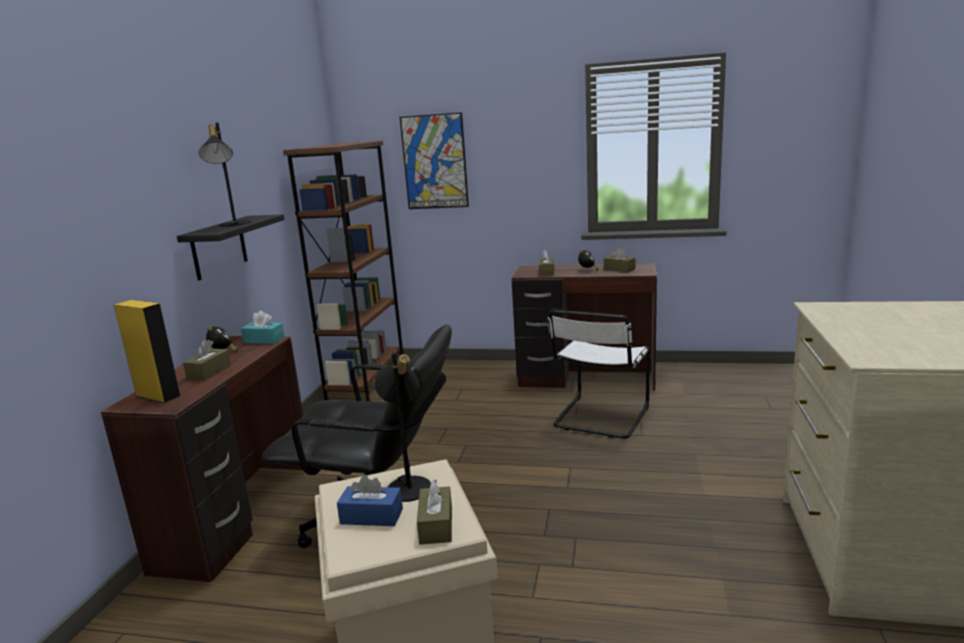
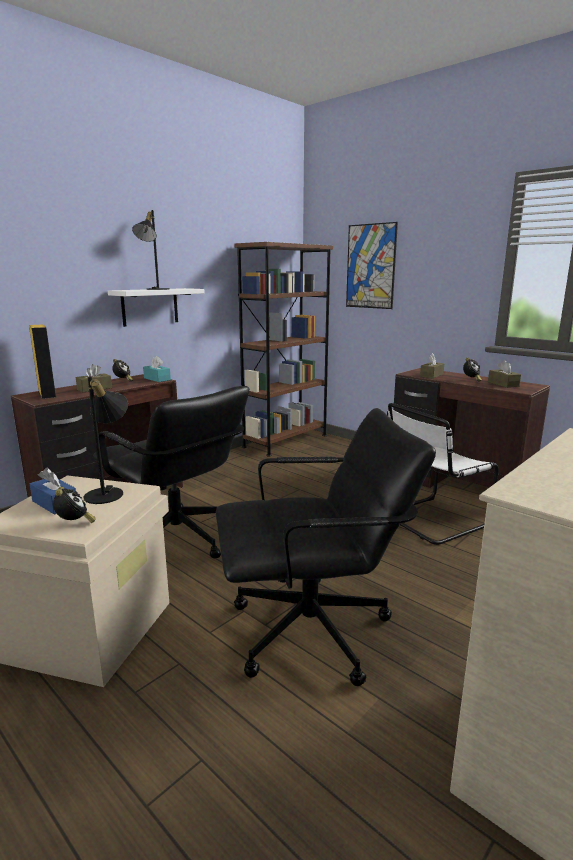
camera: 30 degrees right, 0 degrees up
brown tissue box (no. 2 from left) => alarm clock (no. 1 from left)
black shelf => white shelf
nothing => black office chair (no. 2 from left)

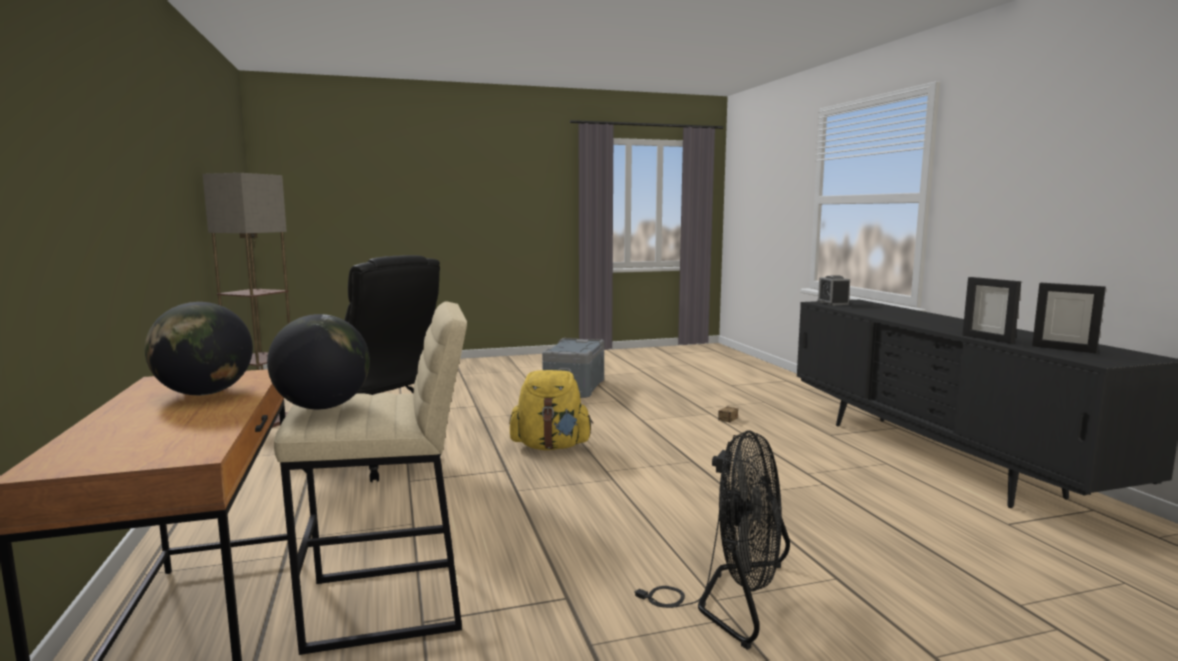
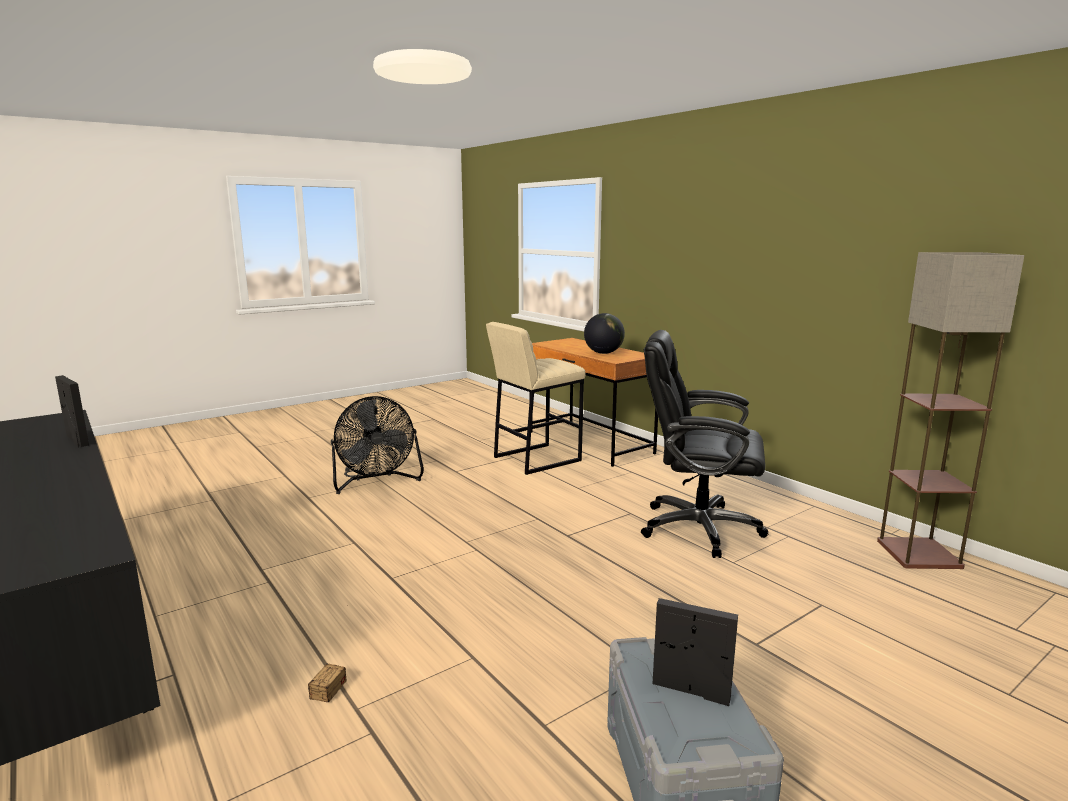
camera: 160 degrees right, 5 degrees up
black fan, 120 degrees counterclockwise
picture frame (no. 2 from left), relocated
globe (no. 2 from left) => nothing
yellow backpack => nothing
alarm clock => nothing

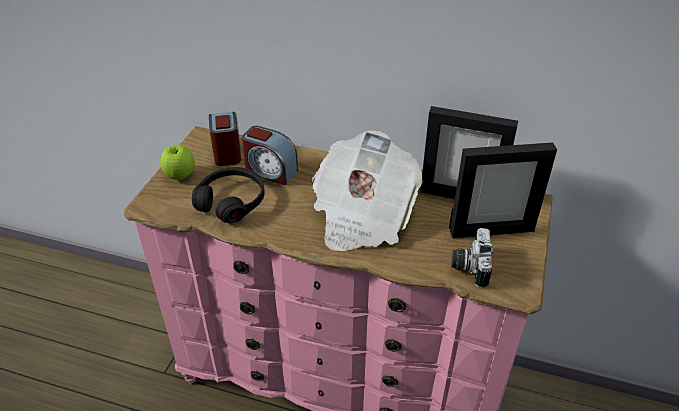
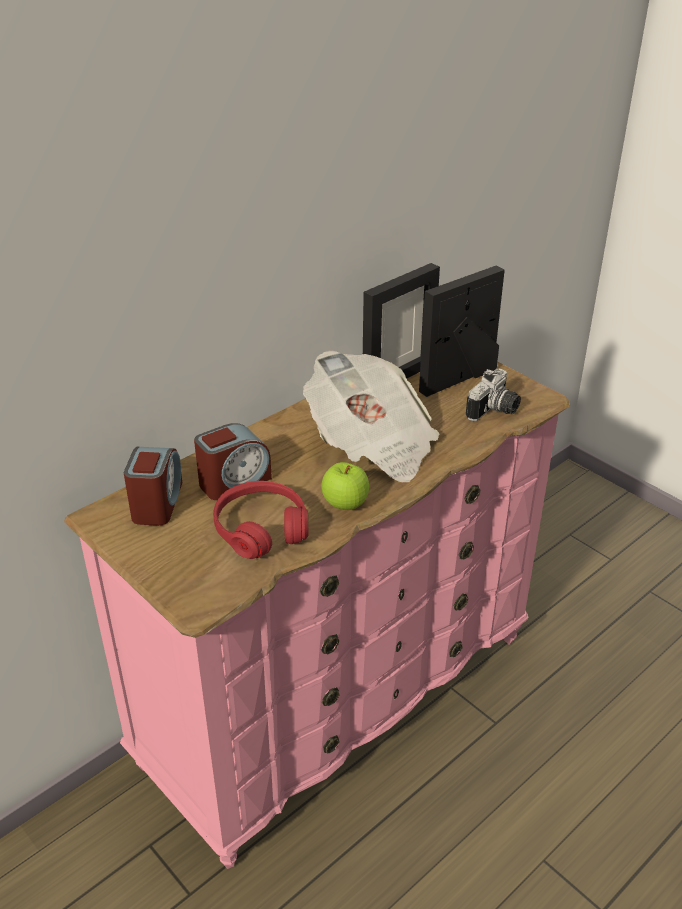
camera: 60 degrees left, 5 degrees down
alarm clock (no. 1 from left), 75 degrees clockwise
black headphones => red headphones
apple, relocated
picture frame (no. 2 from left), 150 degrees counterclockwise
photo camera, 90 degrees counterclockwise

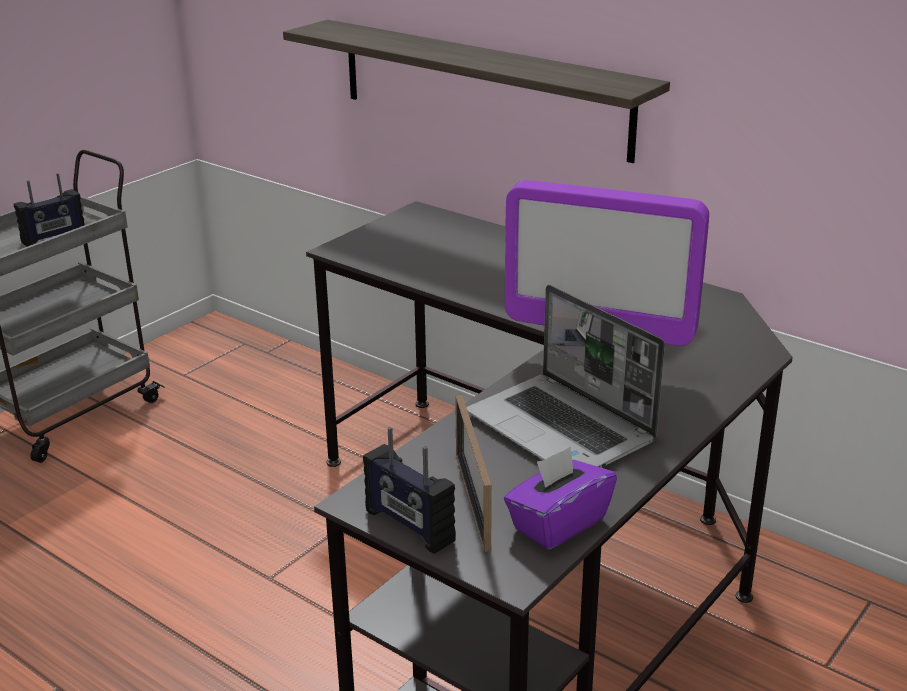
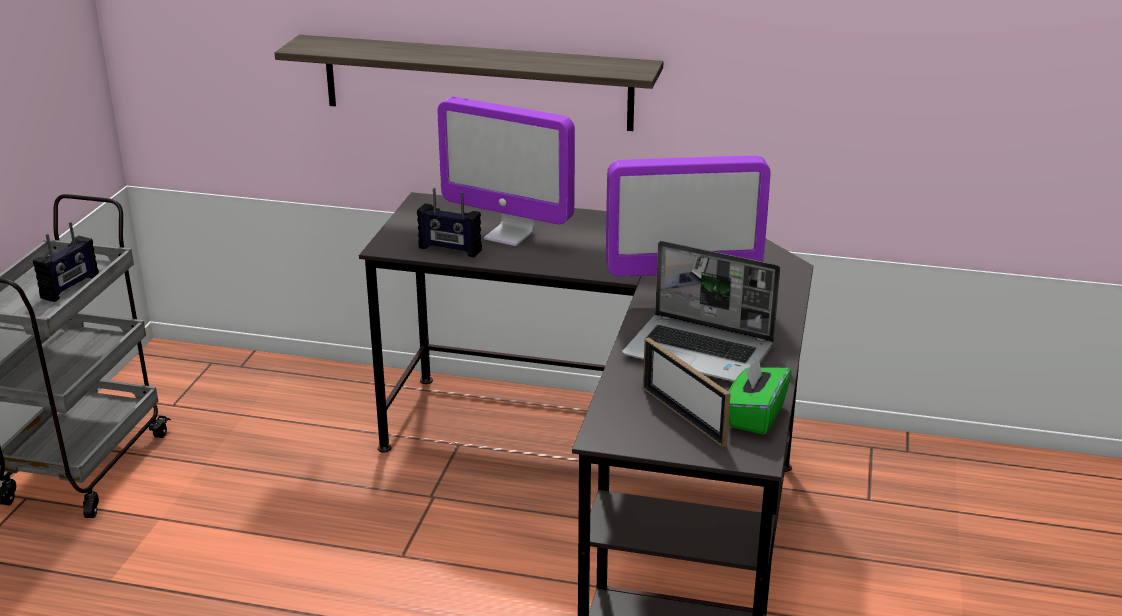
camera: 25 degrees left, 0 degrees up
radio (no. 2 from left), relocated
nothing => monitor (no. 1 from left)
purple tissue box => green tissue box

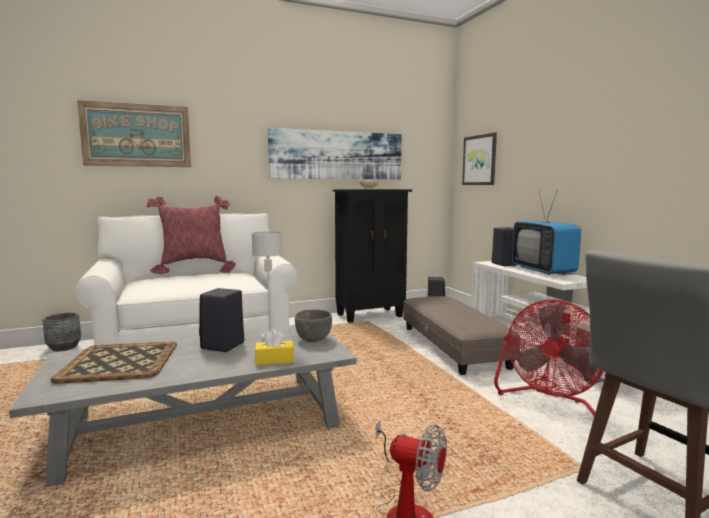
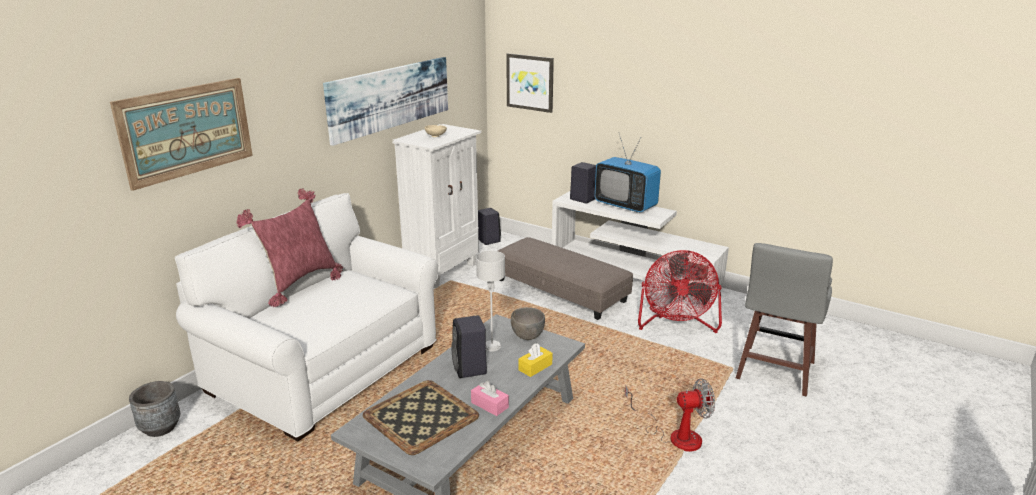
camera: 35 degrees left, 15 degrees up
black cabinet => white cabinet
nothing => pink tissue box

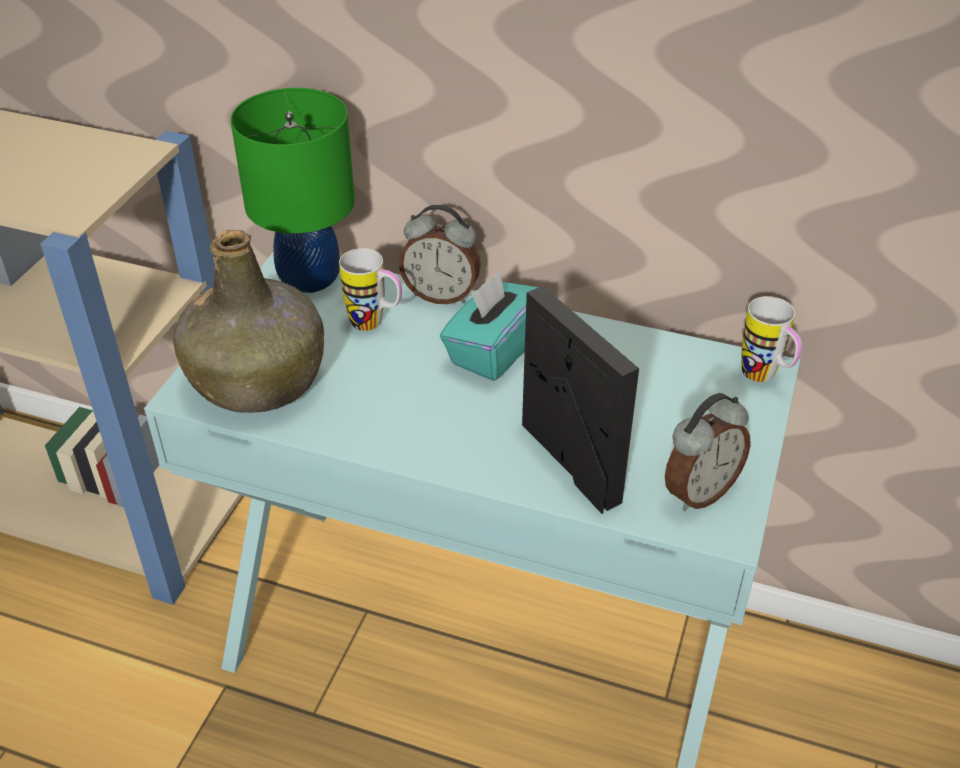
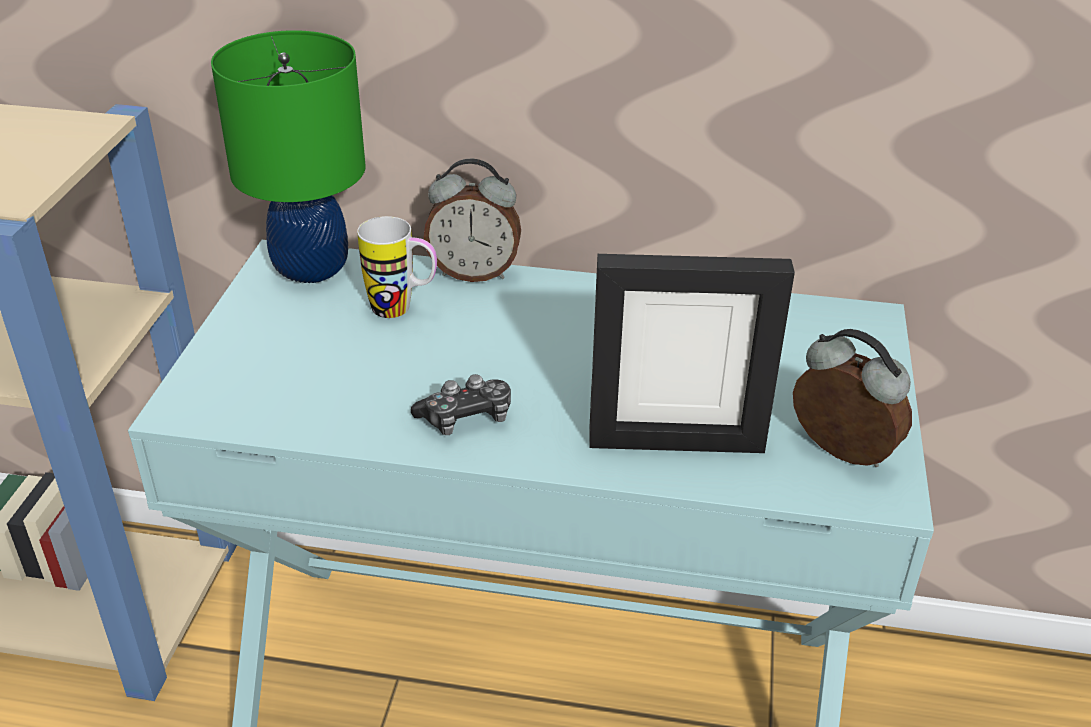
camera: 10 degrees left, 5 degrees down
nothing => game controller
picture frame, 135 degrees clockwise
alarm clock (no. 2 from left), 90 degrees counterclockwise
green bottle => nothing
turquoise tissue box => nothing
mug (no. 2 from left) => nothing

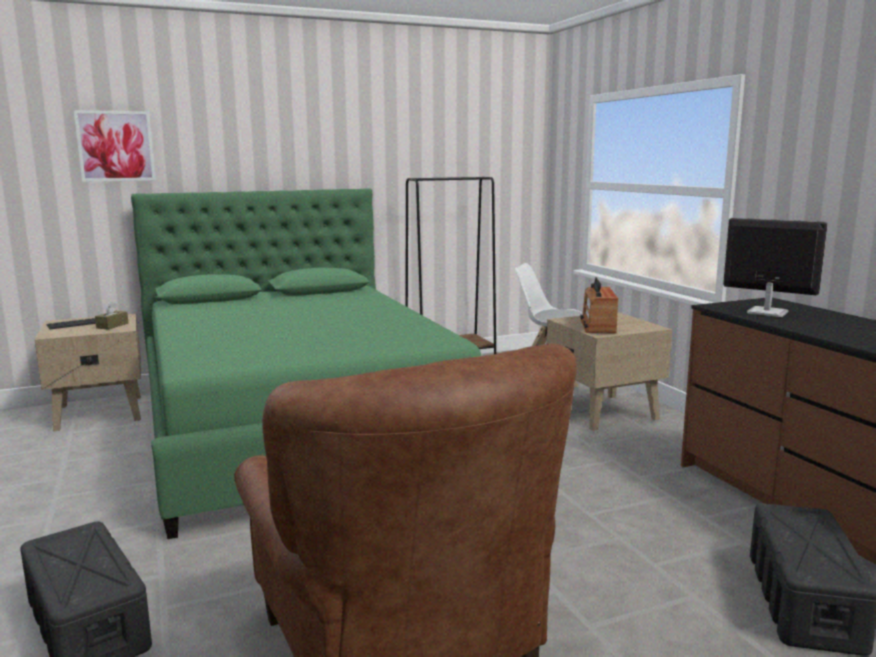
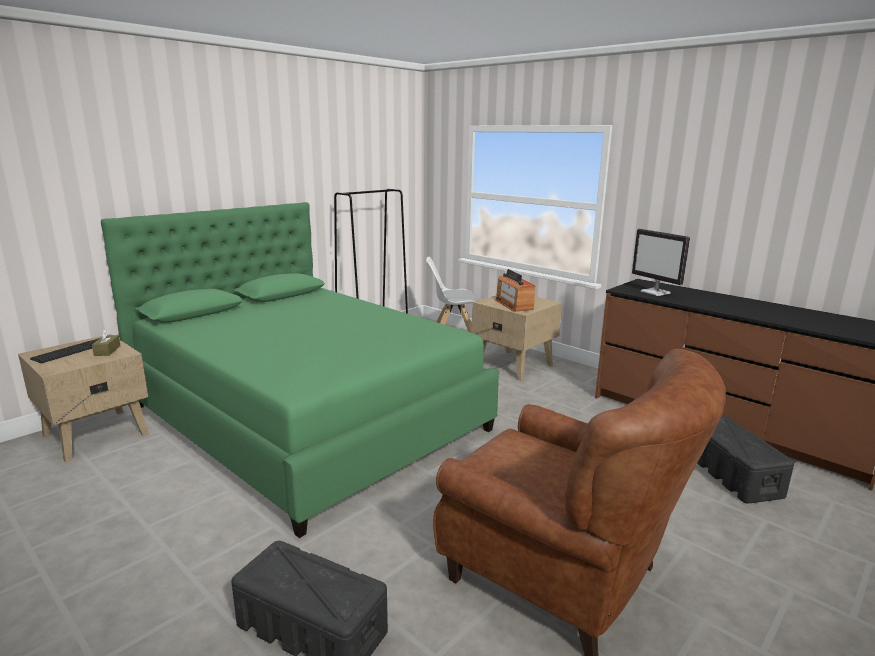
camera: 25 degrees left, 5 degrees up
monitor, 135 degrees counterclockwise
picture => nothing

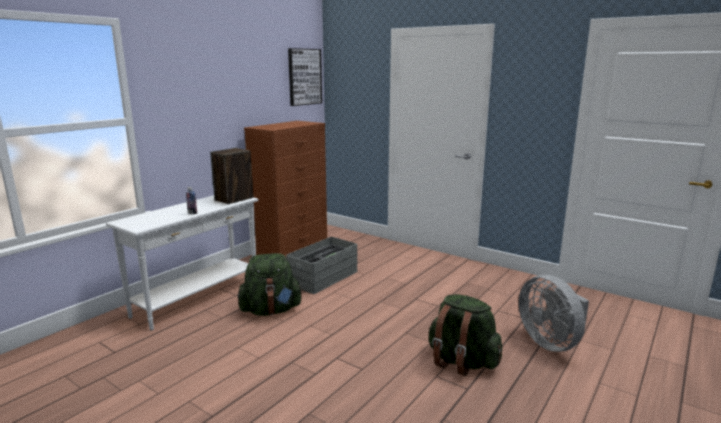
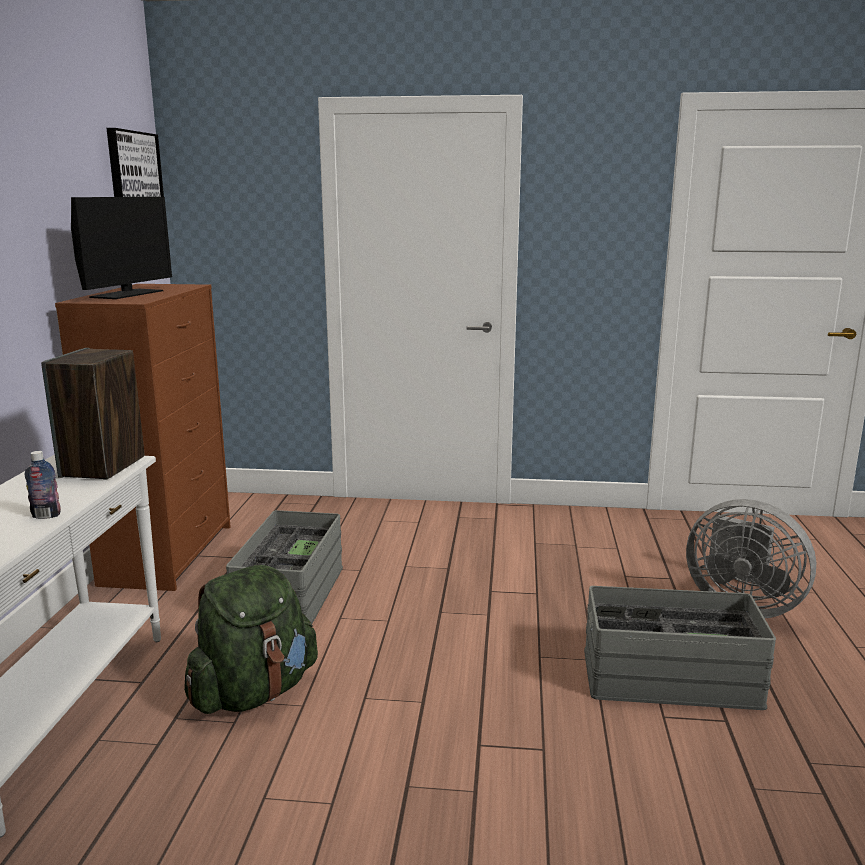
camera: 30 degrees left, 0 degrees up
nothing => monitor
green backpack (no. 2 from left) => grey storage box (no. 2 from left)

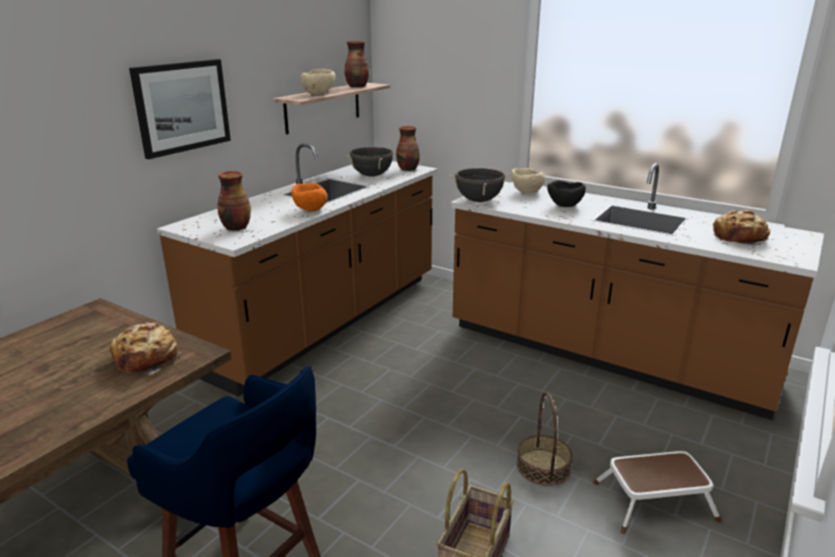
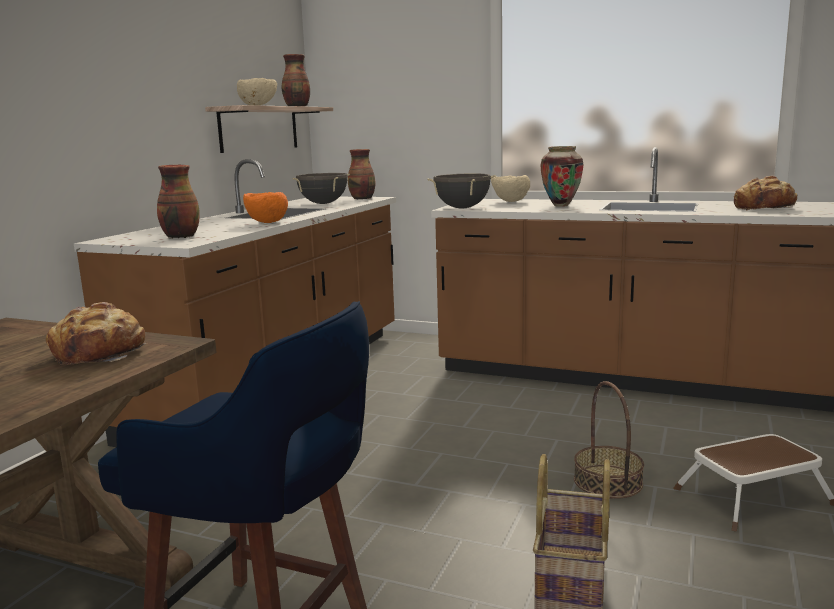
camera: 10 degrees left, 10 degrees down
black bowl => vase (no. 4 from left)
picture => nothing

